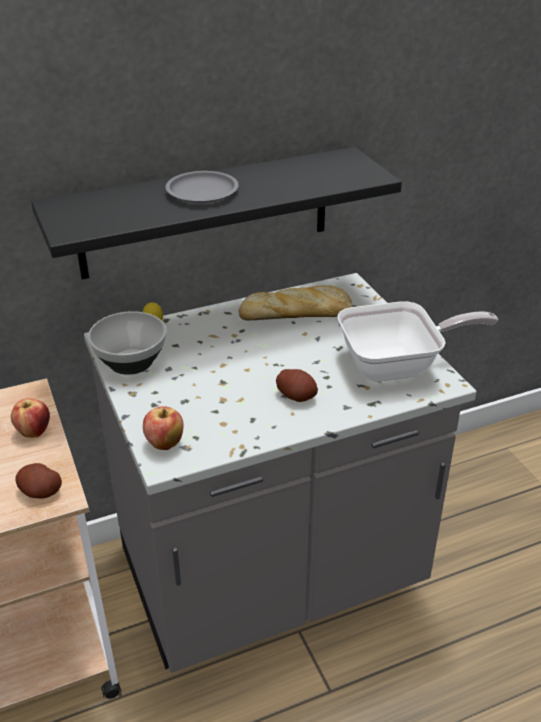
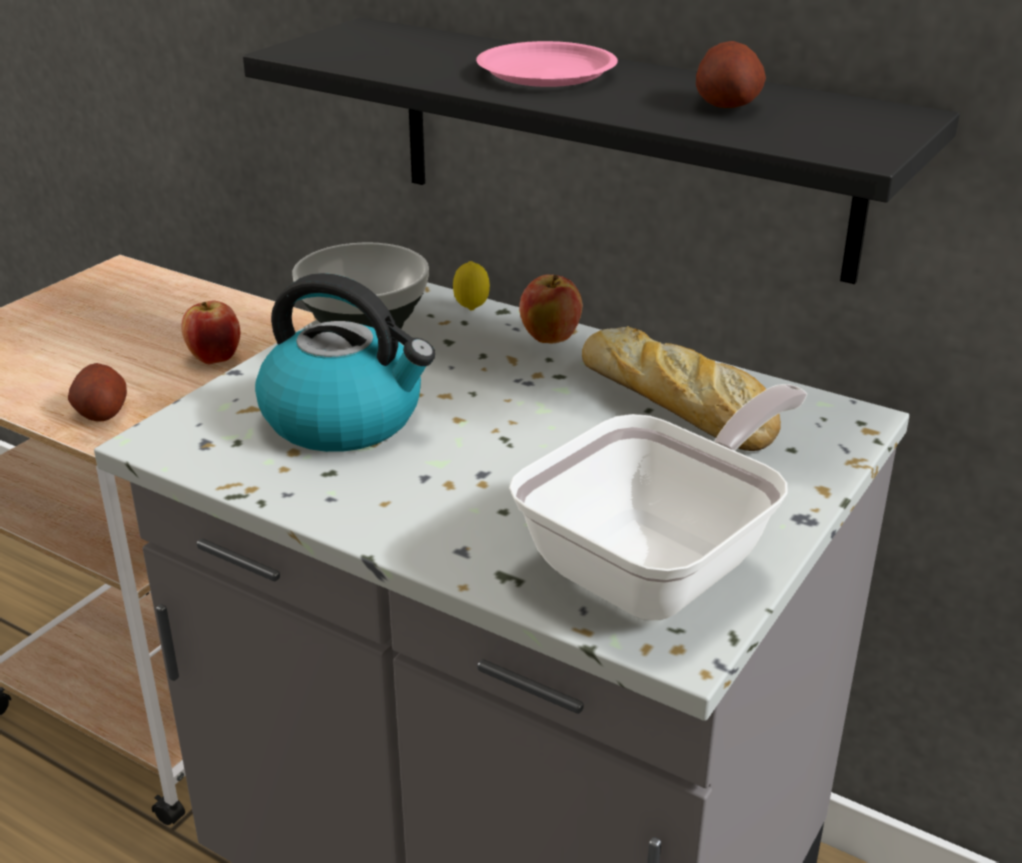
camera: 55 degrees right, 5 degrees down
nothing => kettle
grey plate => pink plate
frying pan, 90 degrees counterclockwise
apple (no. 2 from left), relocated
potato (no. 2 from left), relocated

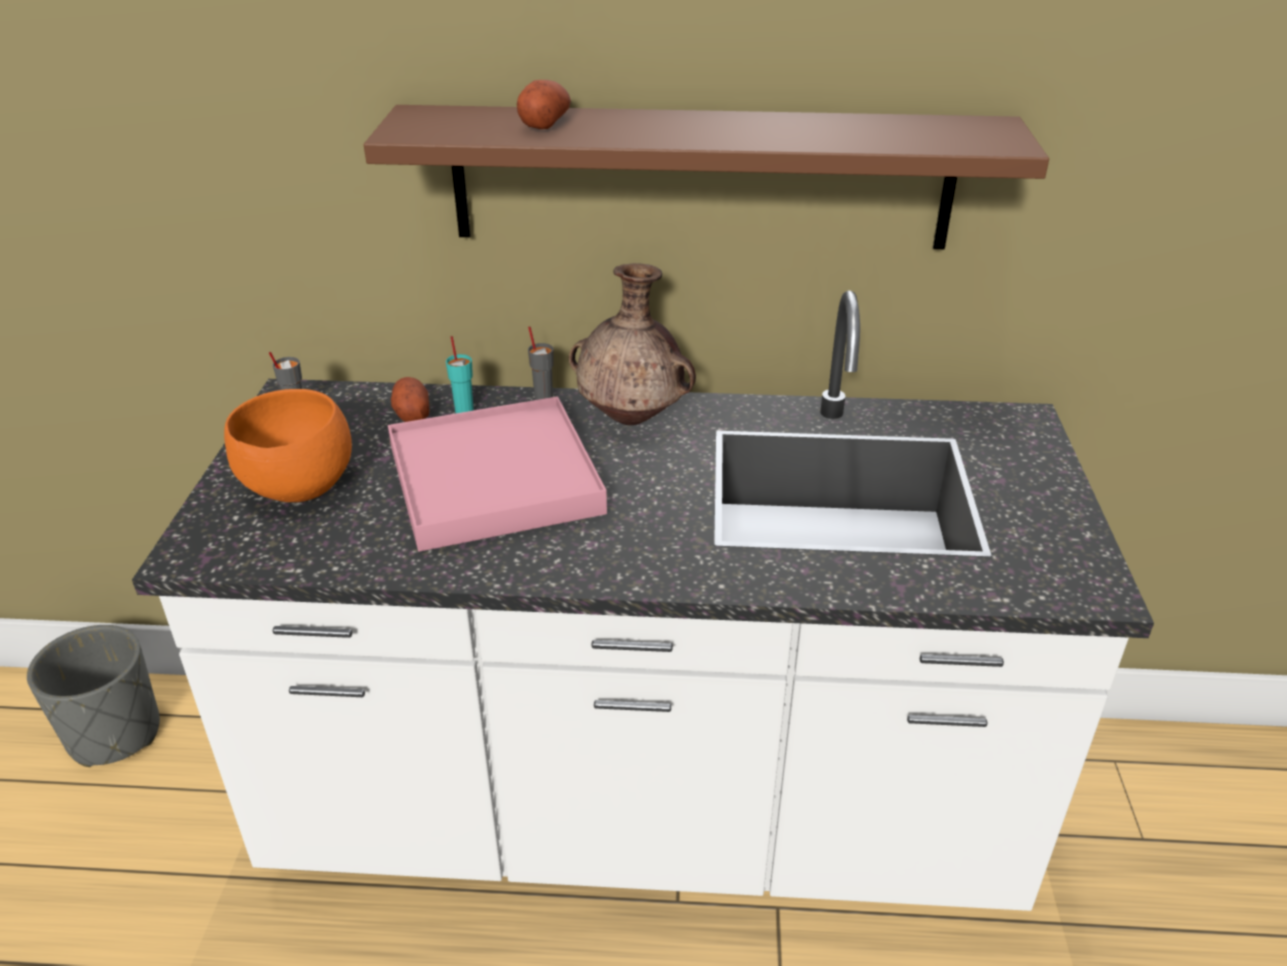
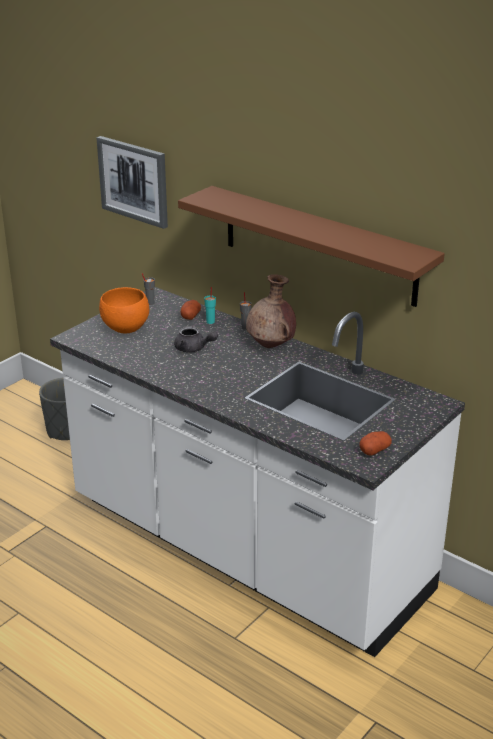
camera: 35 degrees right, 5 degrees down
nothing => picture
pink tray => grey teapot
potato (no. 2 from left), relocated

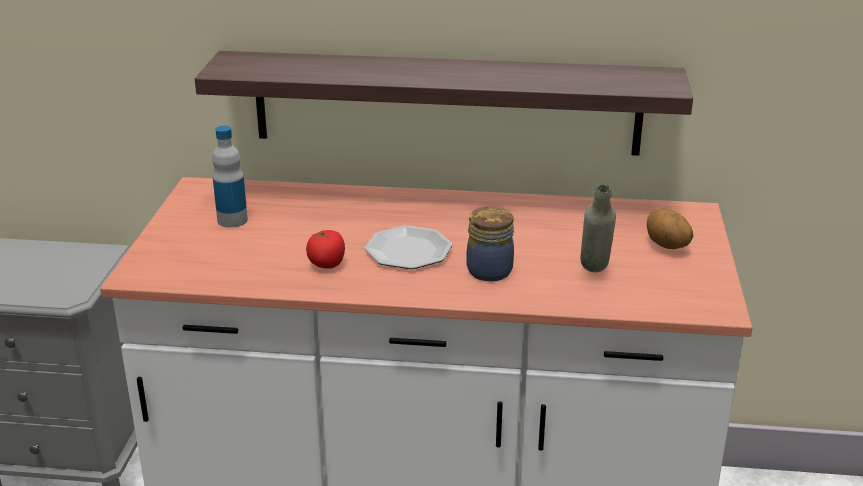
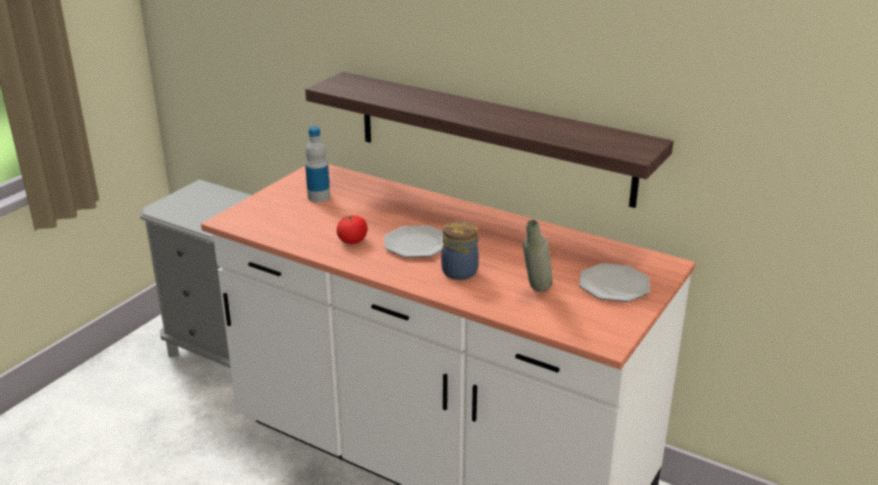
camera: 25 degrees right, 0 degrees up
potato => plate (no. 2 from left)

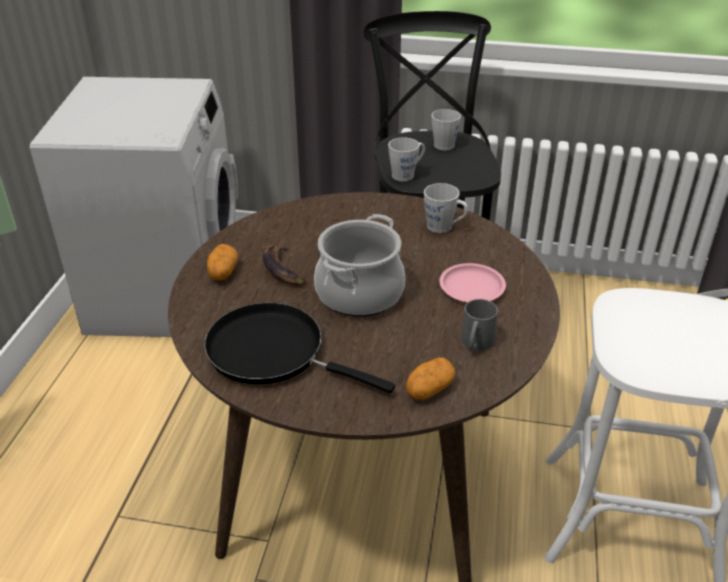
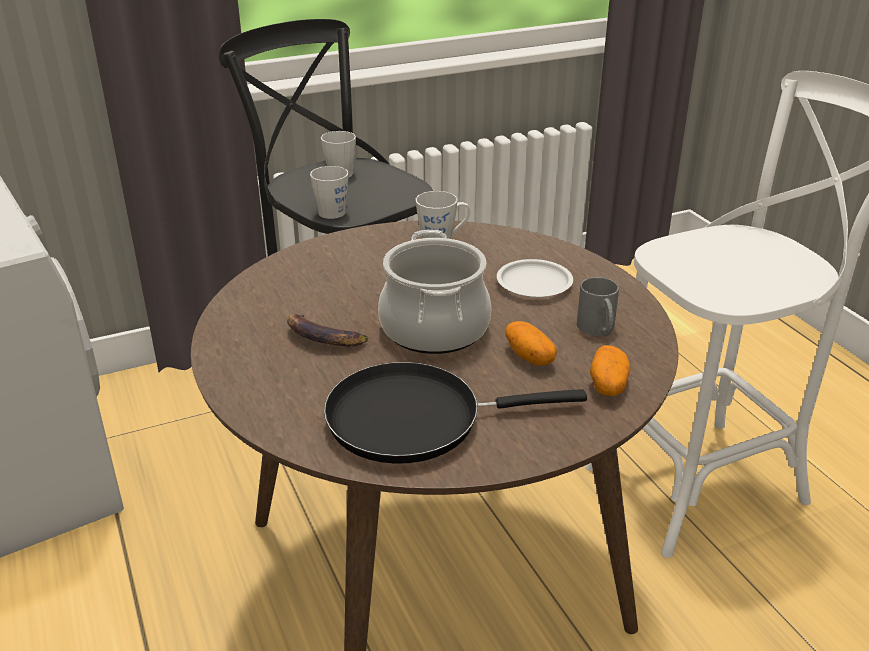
camera: 35 degrees left, 5 degrees down
pink plate => white plate
potato (no. 1 from left), relocated

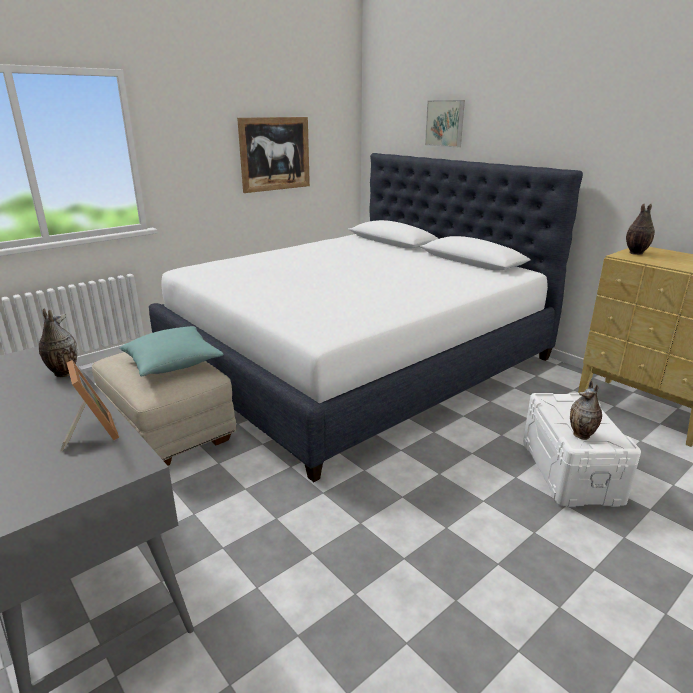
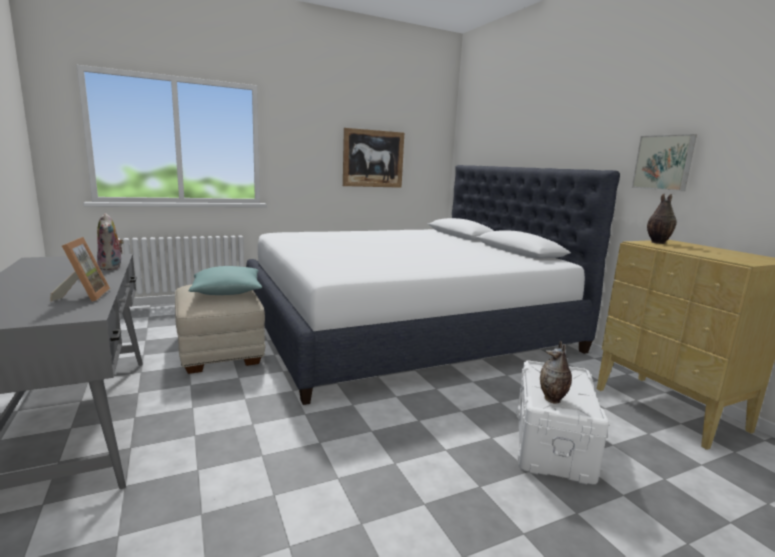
camera: 15 degrees right, 10 degrees down
vase (no. 1 from left) => plush toy
picture (no. 2 from left), relocated

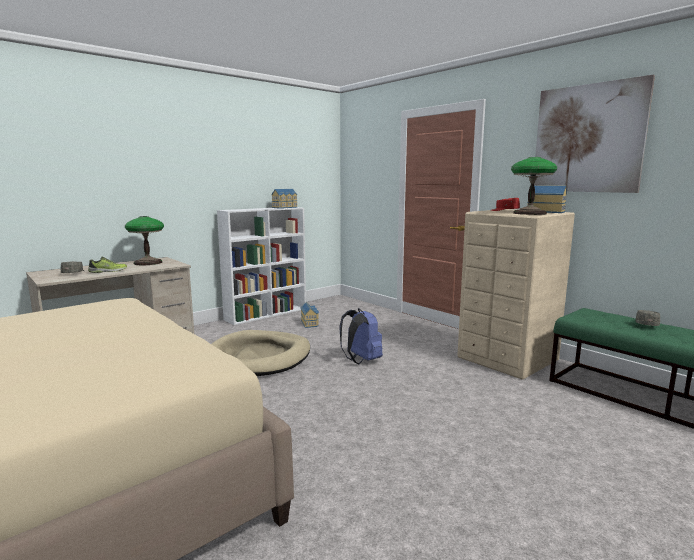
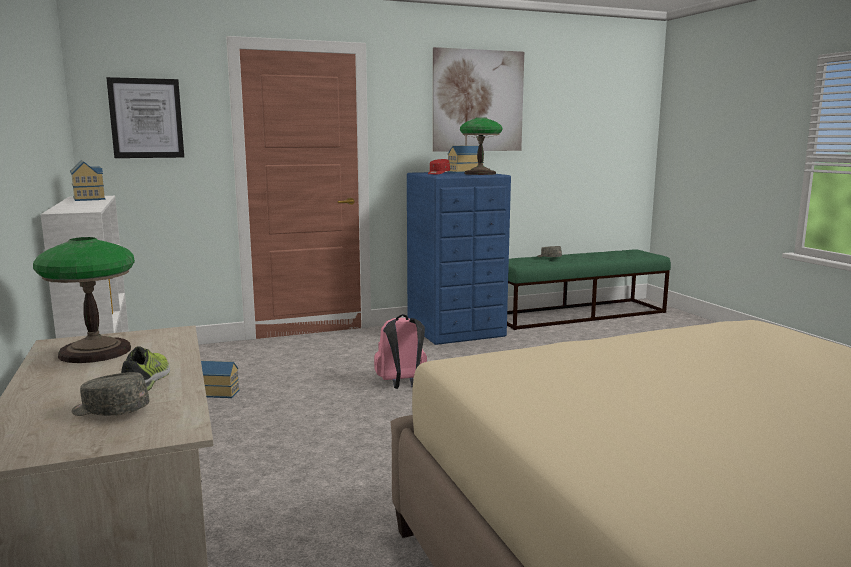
camera: 70 degrees left, 0 degrees up
nothing => picture (no. 1 from left)
blue backpack => pink backpack
beige dresser => blue dresser
beige dog bed => nothing

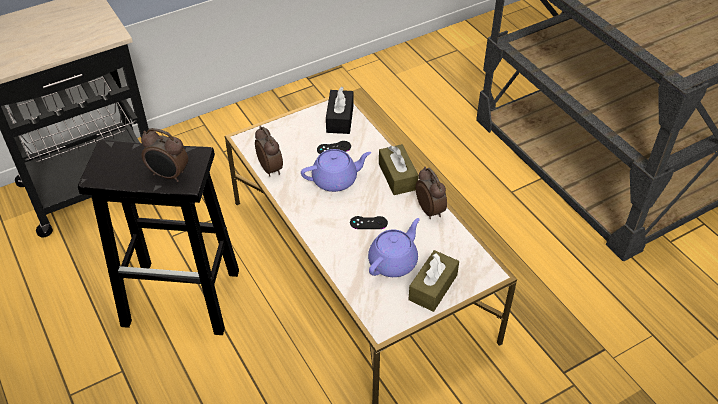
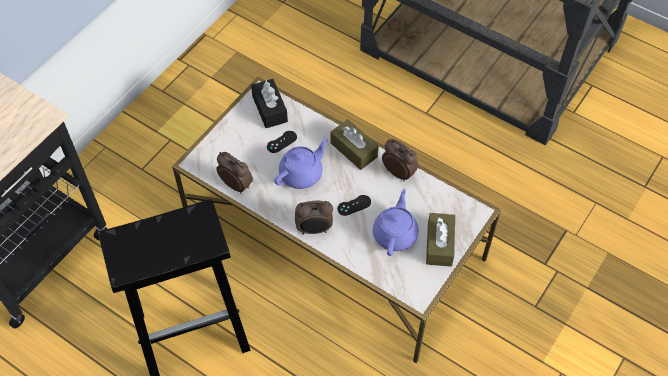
camera: 25 degrees left, 10 degrees up
alarm clock (no. 1 from left in the first image) => alarm clock (no. 2 from left), relocated

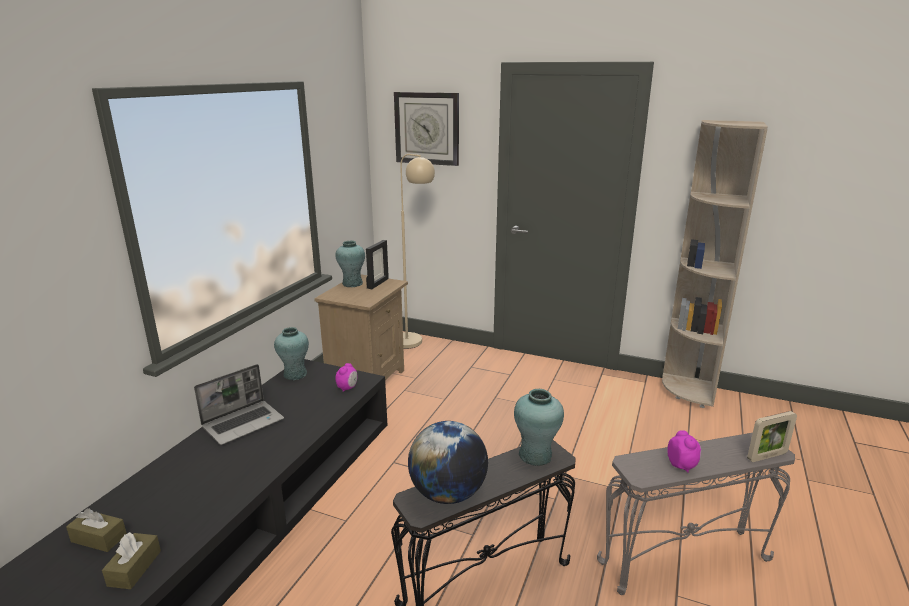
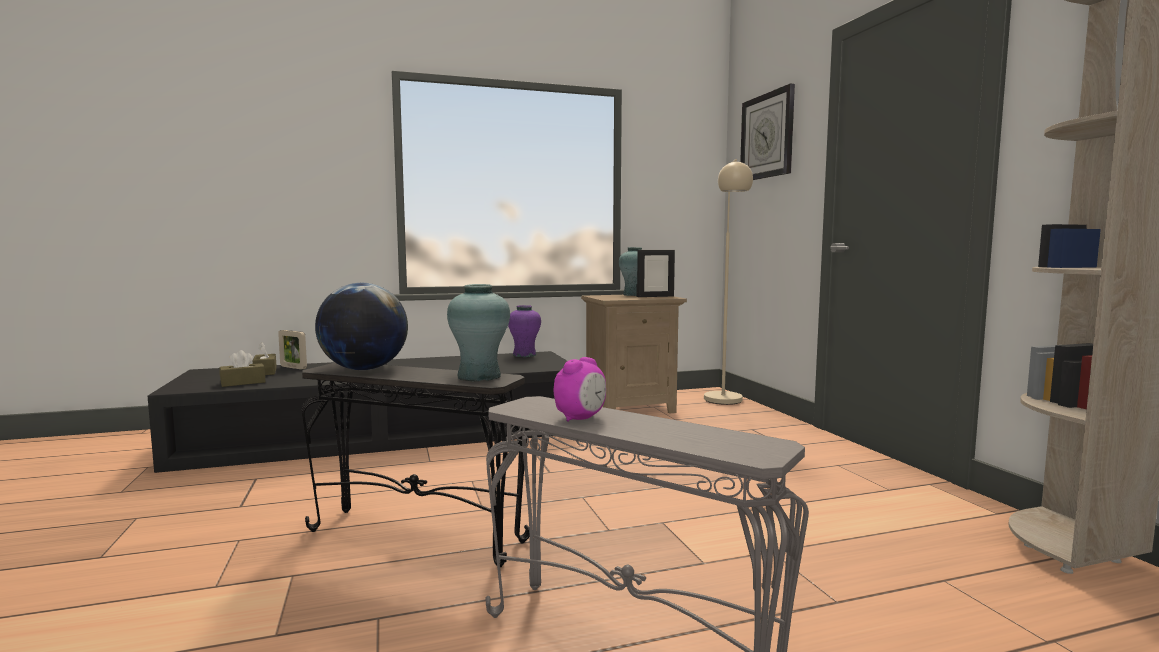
camera: 50 degrees right, 15 degrees down
picture frame (no. 2 from left in the first image) => picture frame (no. 1 from left), relocated
turquoise vase (no. 1 from left) => purple vase
laptop => nothing
alarm clock (no. 1 from left) => nothing

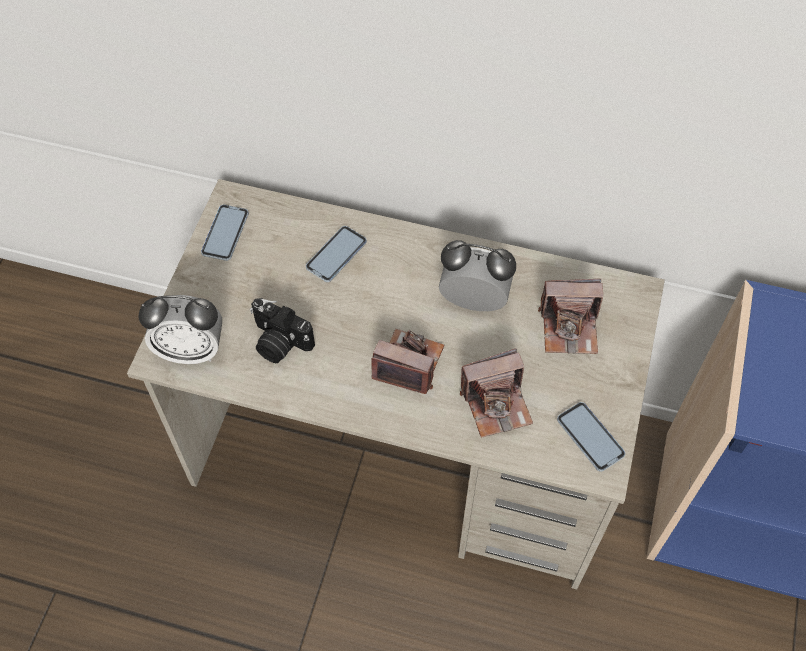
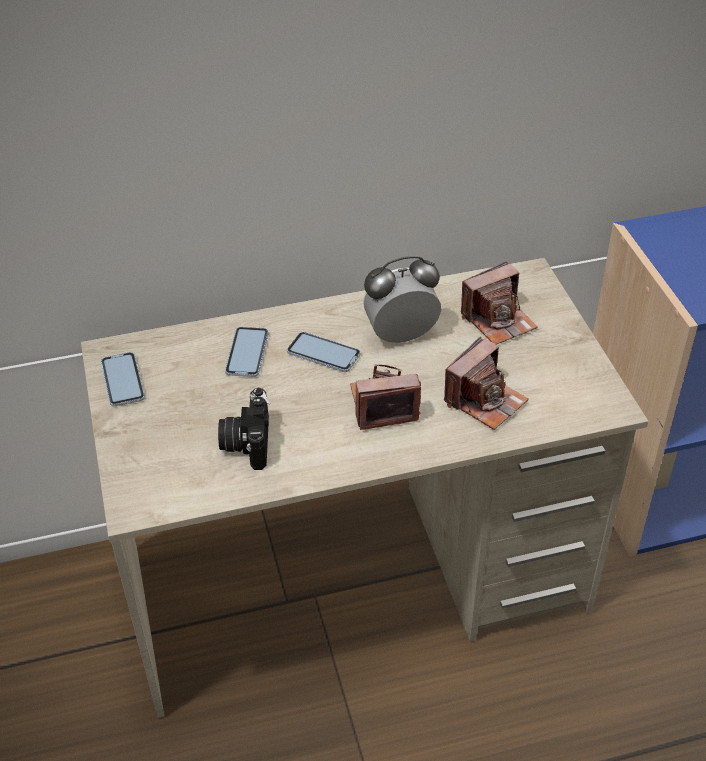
camera: 30 degrees left, 15 degrees down
photo camera (no. 1 from left), 90 degrees clockwise
phone (no. 3 from left), relocated
alarm clock (no. 1 from left) => nothing

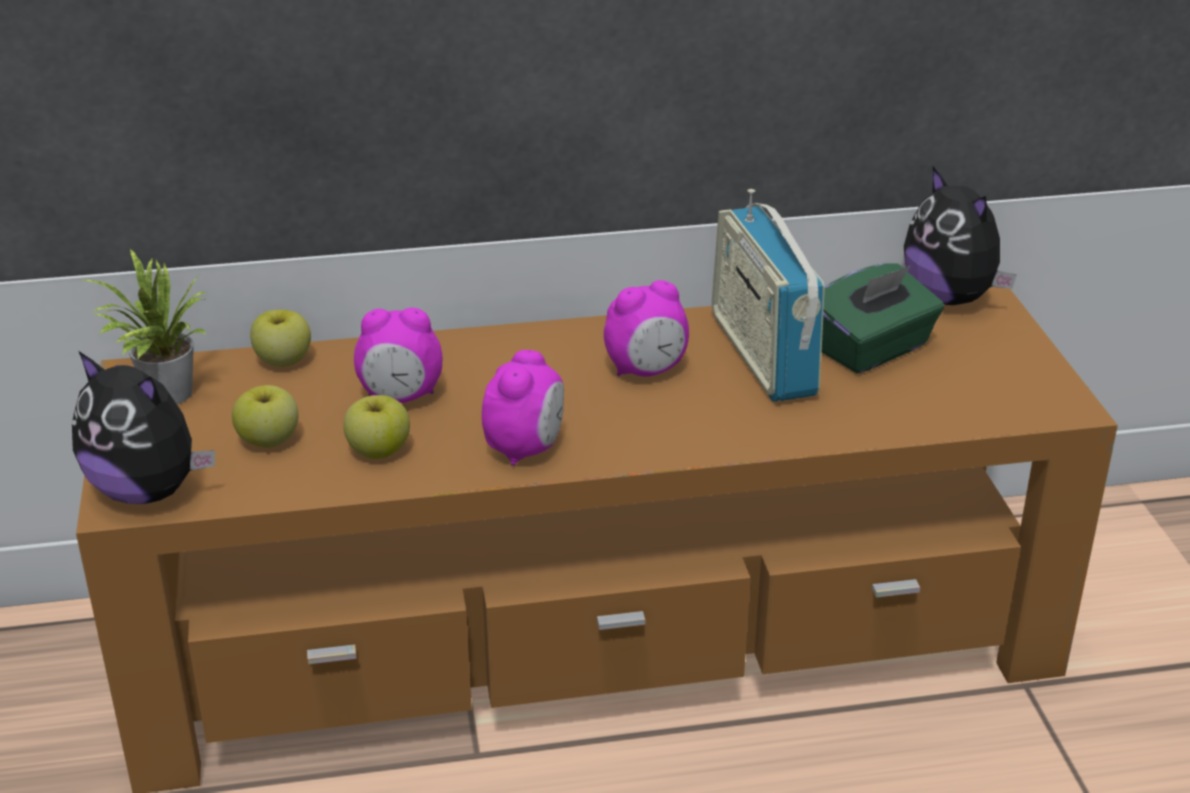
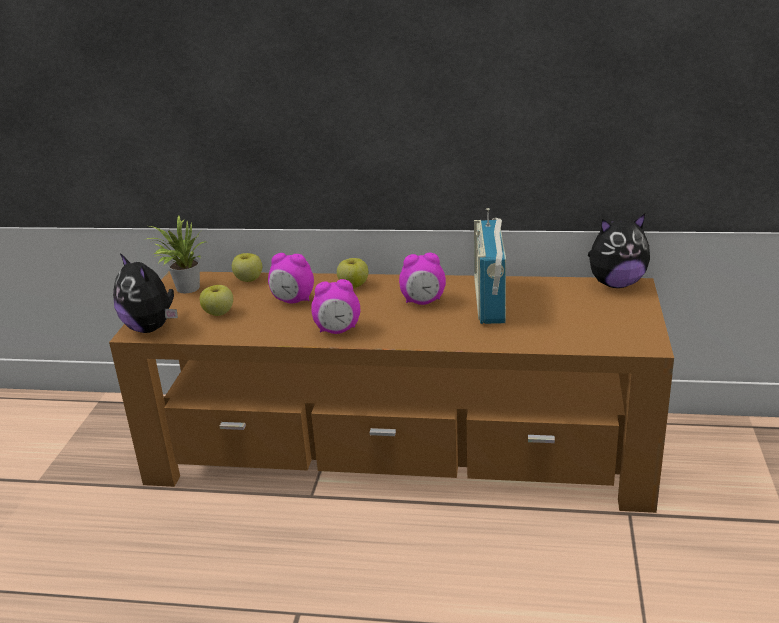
camera: 20 degrees right, 5 degrees down
alarm clock (no. 2 from left), 45 degrees clockwise
apple (no. 3 from left), relocated
plush toy (no. 2 from left), 90 degrees counterclockwise
green tissue box => nothing

